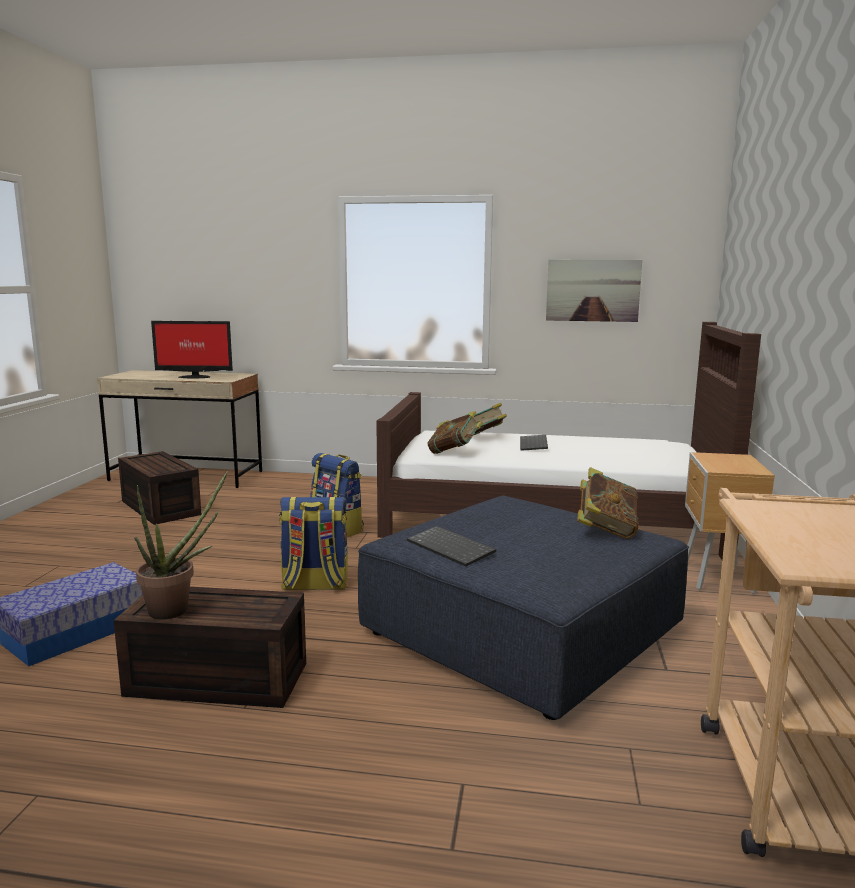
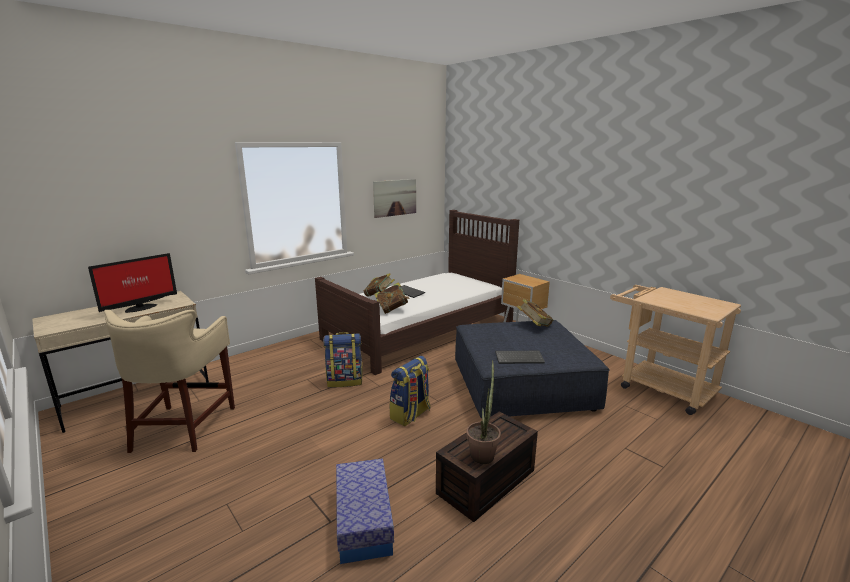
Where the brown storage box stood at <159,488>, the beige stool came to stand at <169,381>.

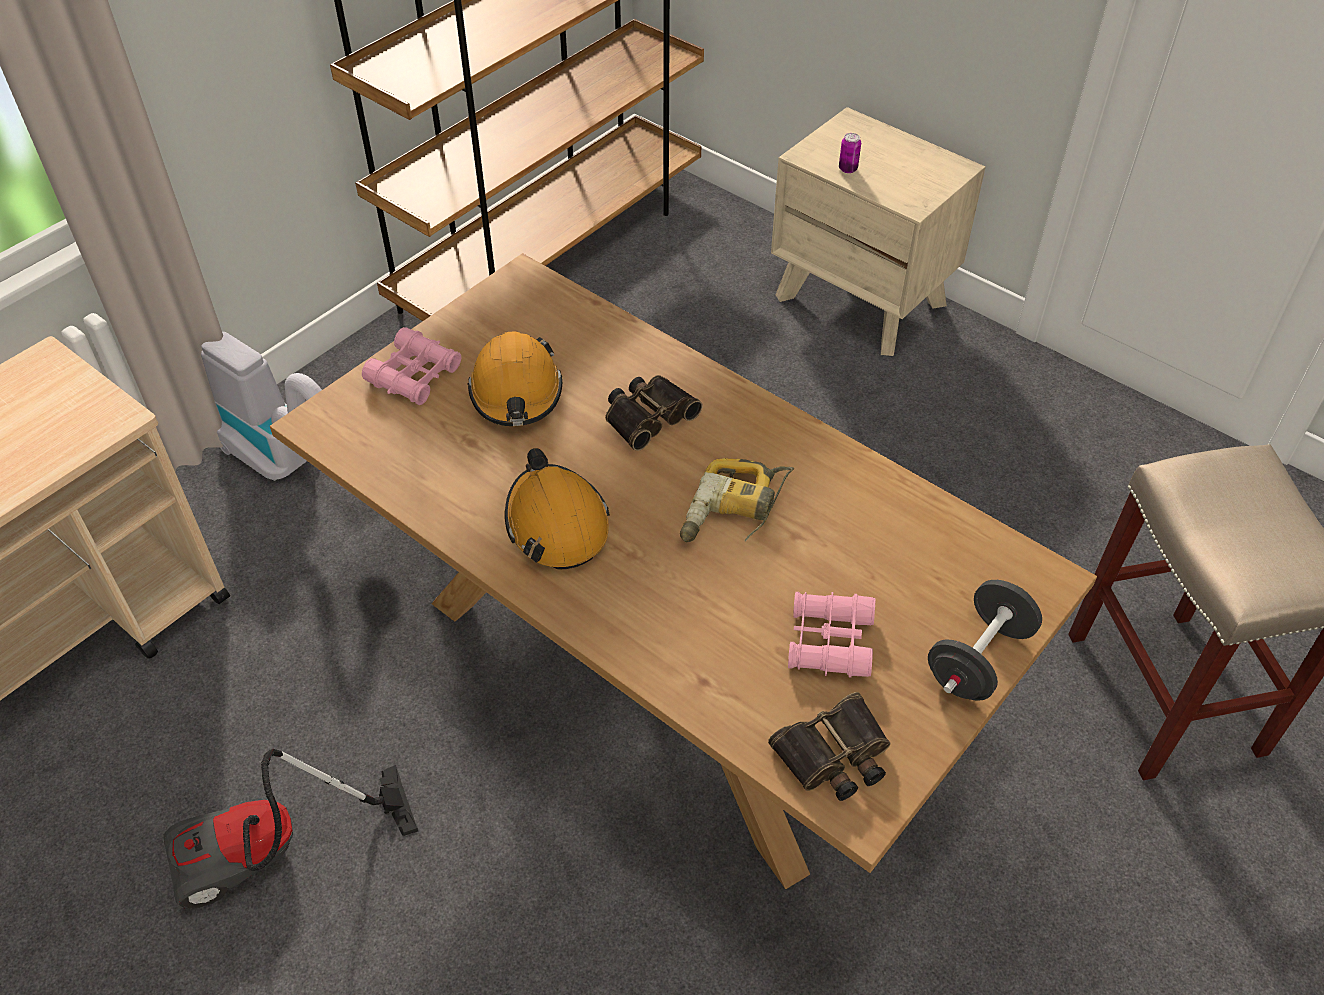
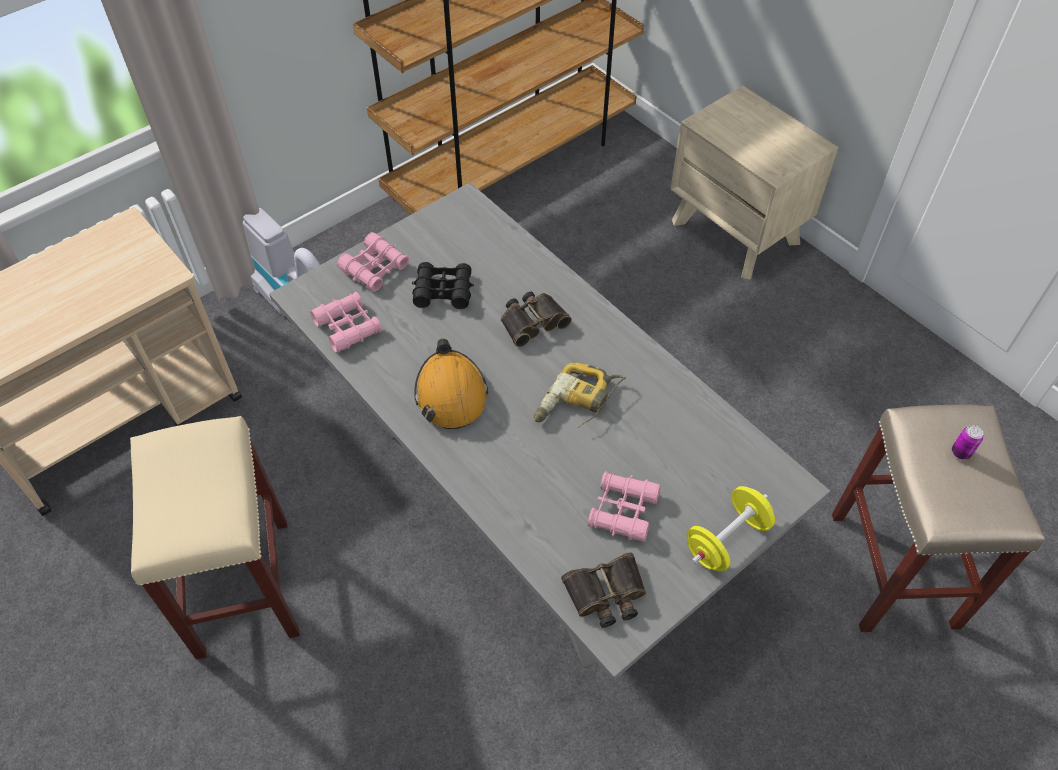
The second view gained the pink binoculars at <346,322>.
The can ended up elsewhere, having gone from <850,153> to <968,442>.
Where the vacuum cleaner stood at <291,828>, the beige stool came to stand at <215,538>.
Where the orange hard hat stood at <515,378>, the black binoculars came to stand at <443,285>.
What was the brown dining table at <683,571> turned into the grey dining table at <549,431>.
What was the black dumbbell at <985,640> turned into the yellow dumbbell at <731,529>.

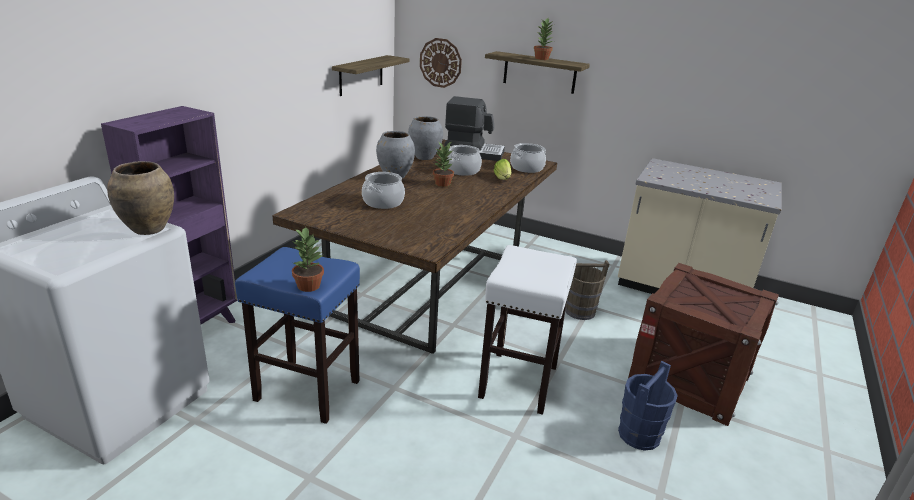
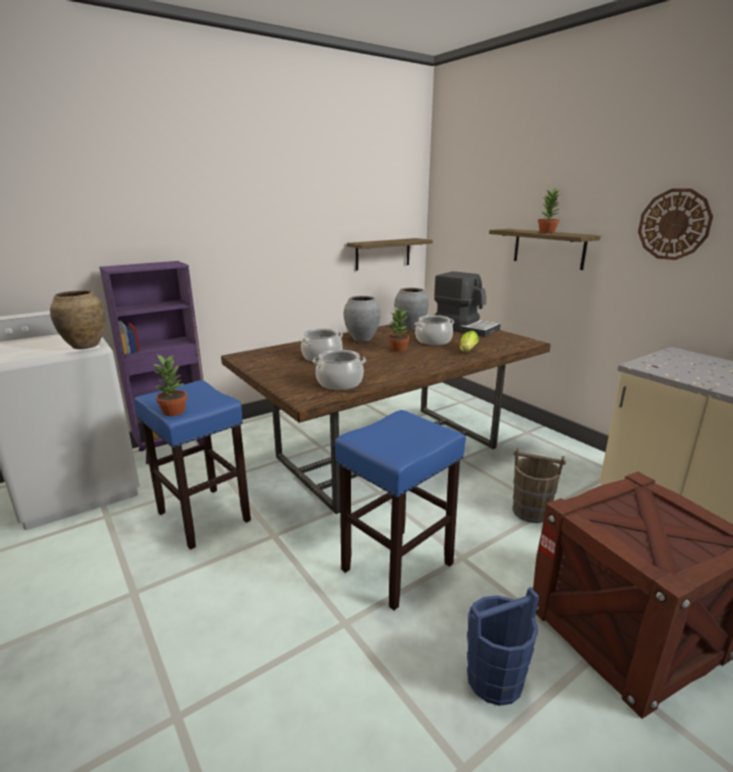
The wall clock ended up elsewhere, having gone from <441,63> to <675,224>.
The cooking pot ended up elsewhere, having gone from <528,158> to <339,370>.
What was the white stool at <527,330> turned into the blue stool at <400,510>.

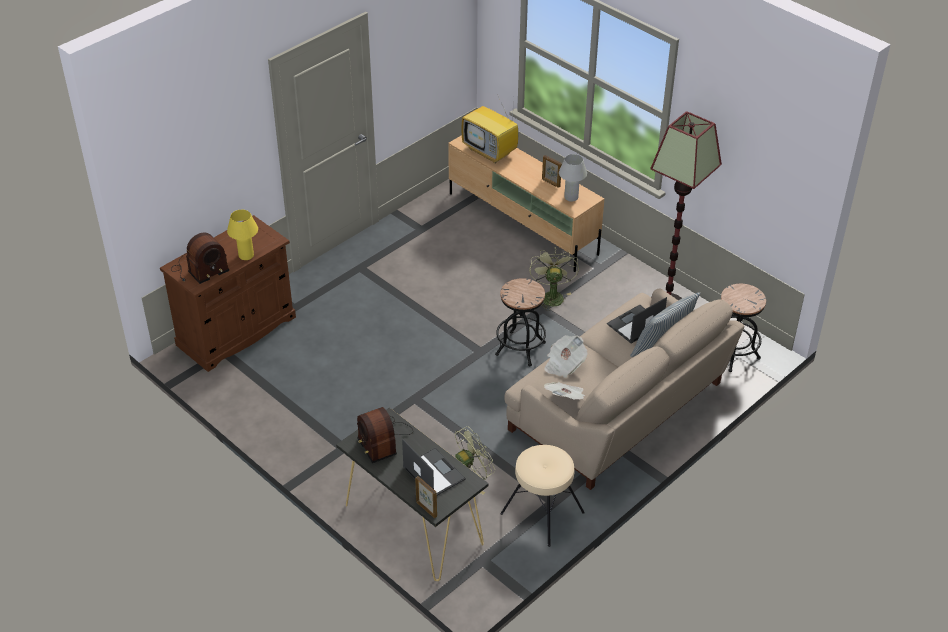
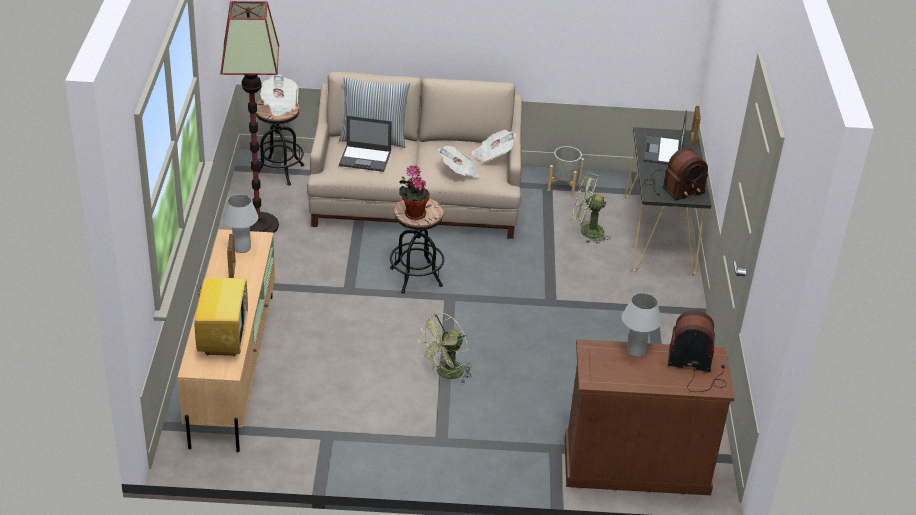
The second view gained the newspaper at <279,95>.
The second view gained the potted plant at <414,193>.
The green fan ended up elsewhere, having gone from <554,279> to <444,348>.
Where the beige stool stood at <542,496>, the grey planter came to stand at <565,171>.
What was the yellow table lamp at <242,235> turned into the white table lamp at <641,325>.
The radio at <385,435> ended up facing another way, 45 degrees clockwise from before.

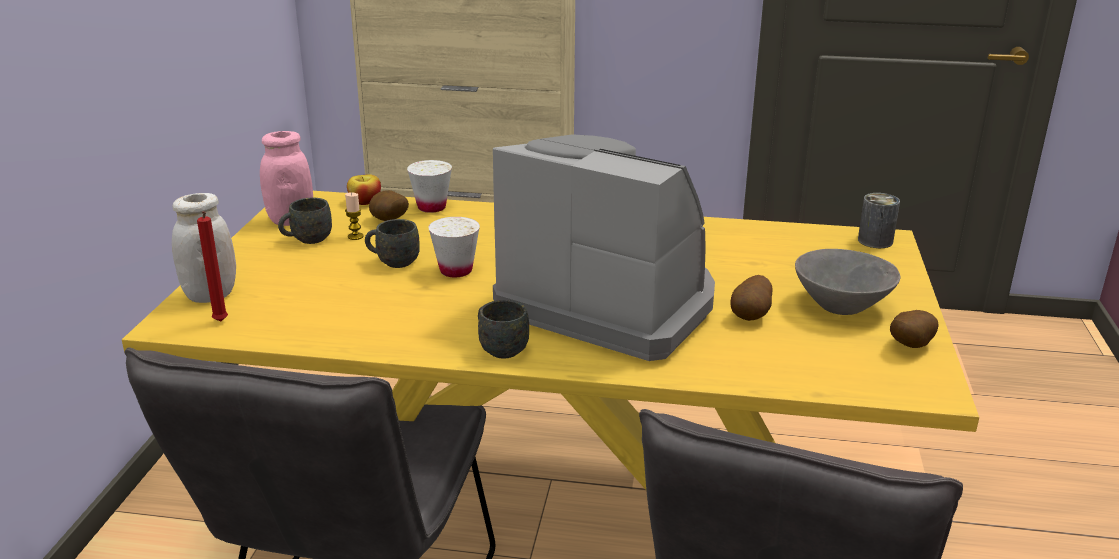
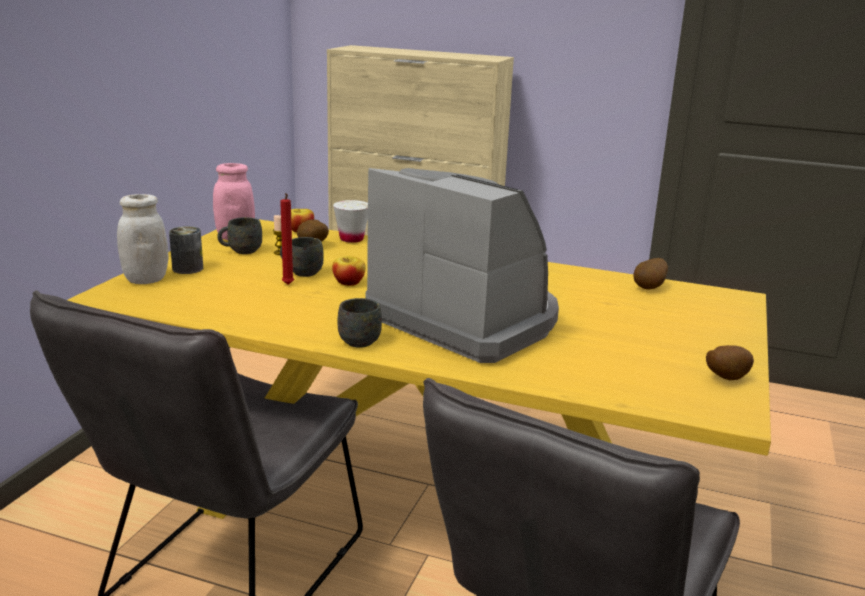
The second view lost the grey bowl at <848,282>.
The red candle ended up elsewhere, having gone from <212,266> to <287,239>.
The potato ended up elsewhere, having gone from <751,298> to <651,274>.
The can ended up elsewhere, having gone from <879,220> to <186,250>.
Where the white cup stood at <454,247>, the apple came to stand at <349,271>.

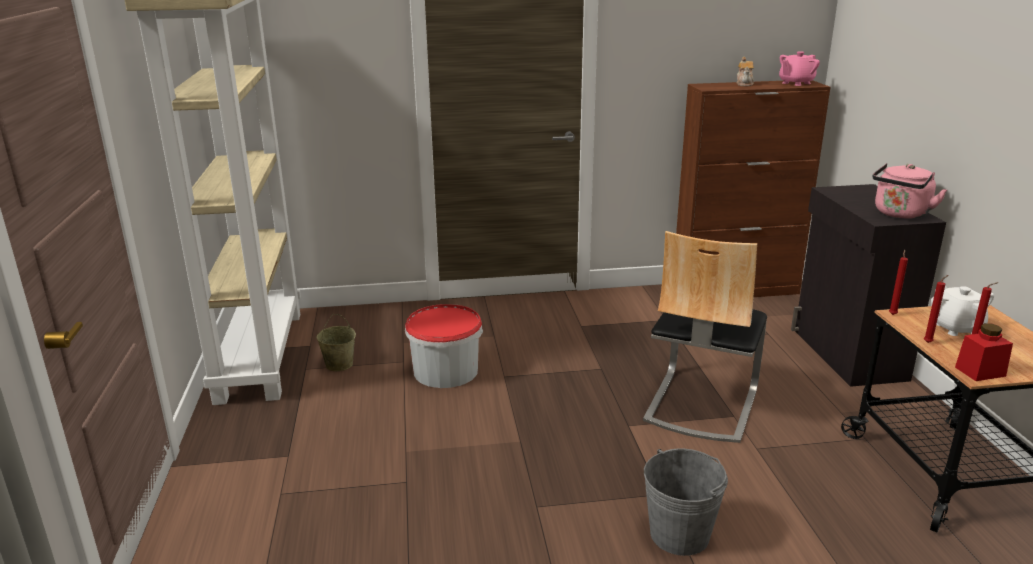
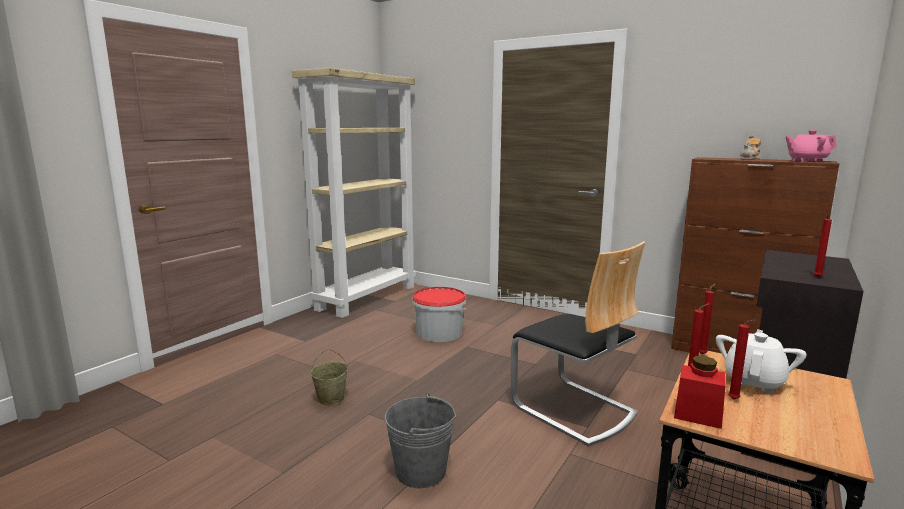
The beige bucket ended up elsewhere, having gone from <336,342> to <329,377>.
Where the pink kettle stood at <909,191>, the red candle came to stand at <823,245>.
The chair at <705,337> ended up facing another way, 105 degrees counterclockwise from before.

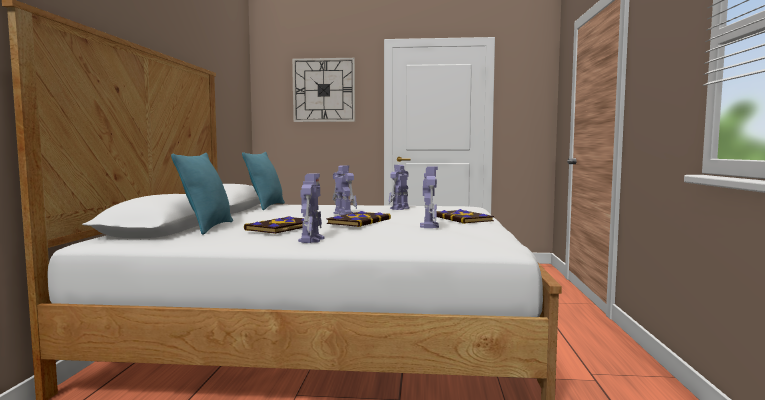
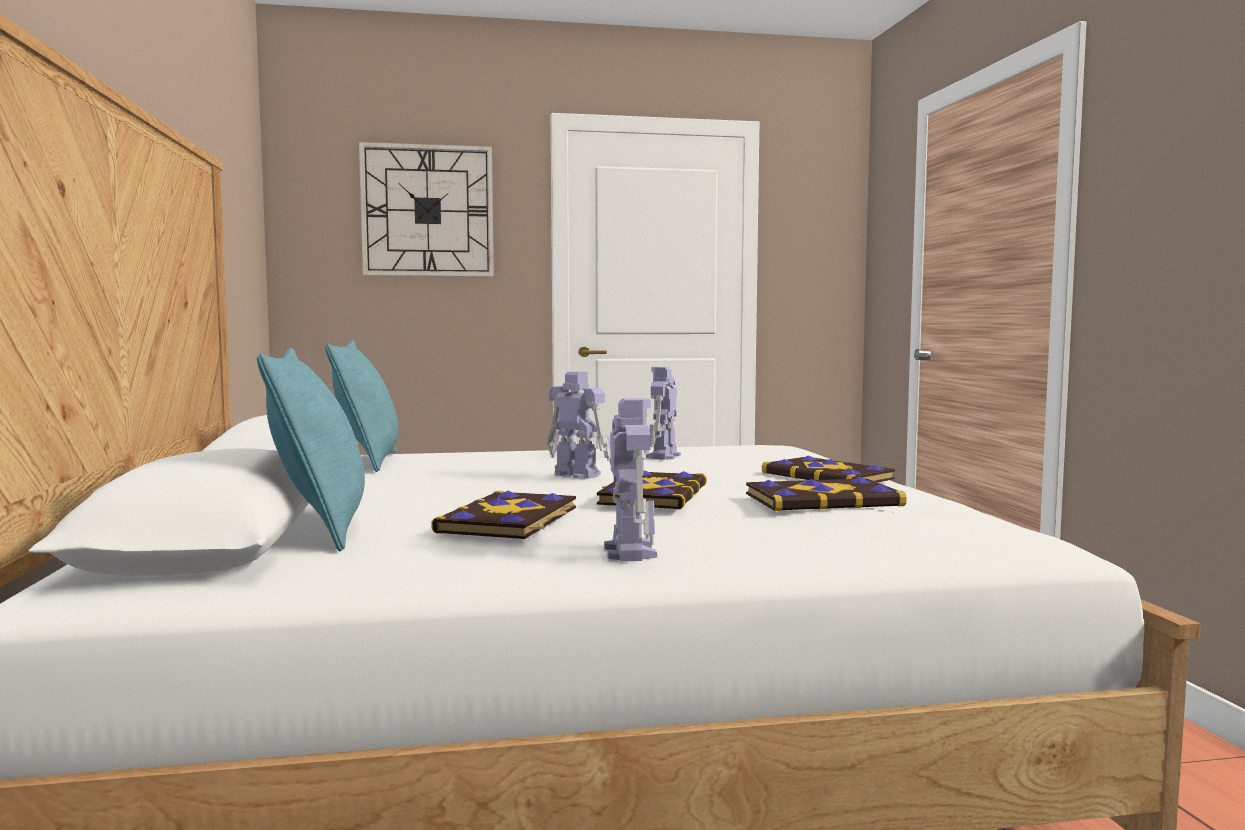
Where the toy robot stood at <429,197>, the book came to stand at <826,494>.

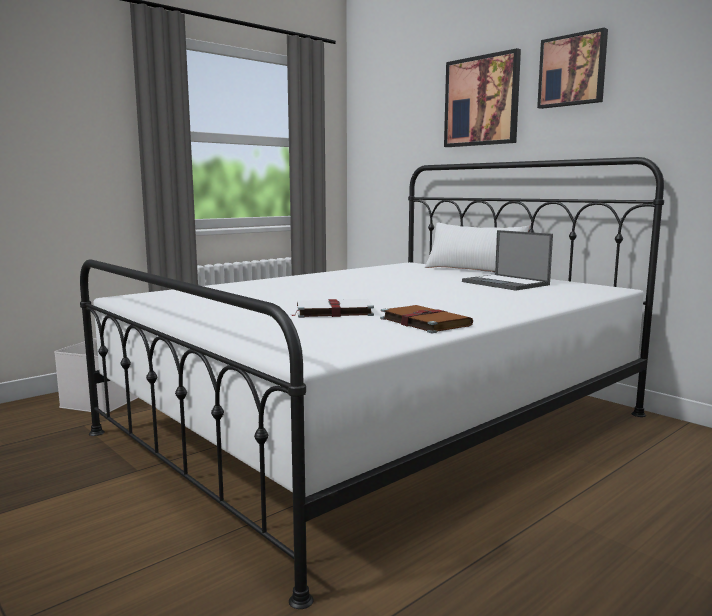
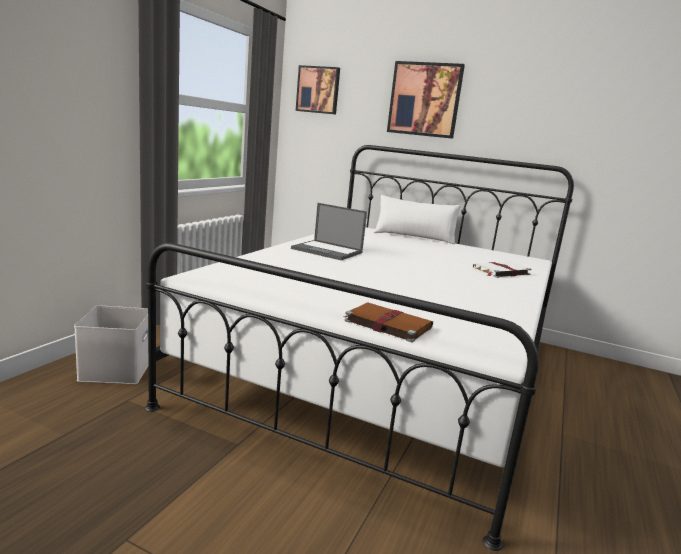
The white book ended up elsewhere, having gone from <333,308> to <502,270>.
The brown book ended up elsewhere, having gone from <426,319> to <388,322>.
The laptop ended up elsewhere, having gone from <507,260> to <329,231>.
The picture ended up elsewhere, having gone from <572,68> to <318,89>.

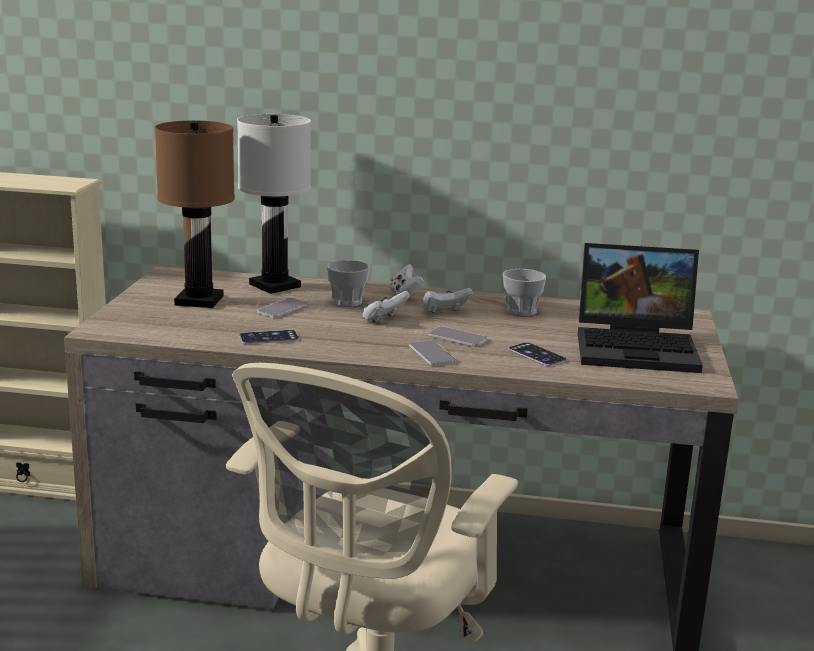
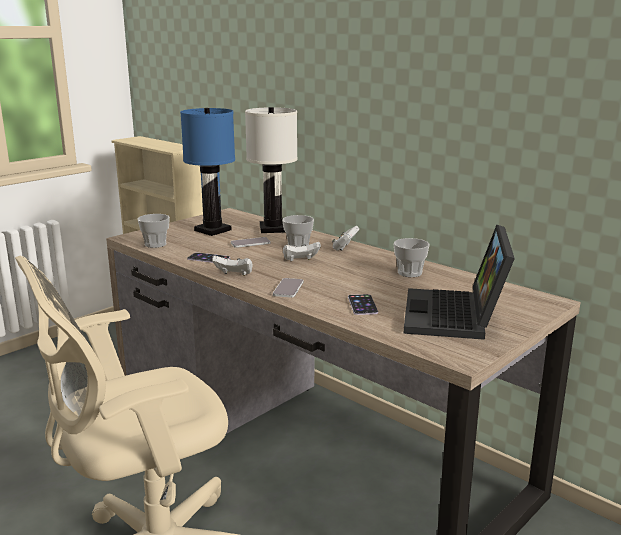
The second view lost the phone at <458,336>.
The second view gained the cup at <153,231>.
The white game controller ended up elsewhere, having gone from <447,300> to <232,265>.
What was the brown table lamp at <195,214> turned into the blue table lamp at <207,172>.
The laptop at <640,308> ended up facing another way, 60 degrees clockwise from before.

